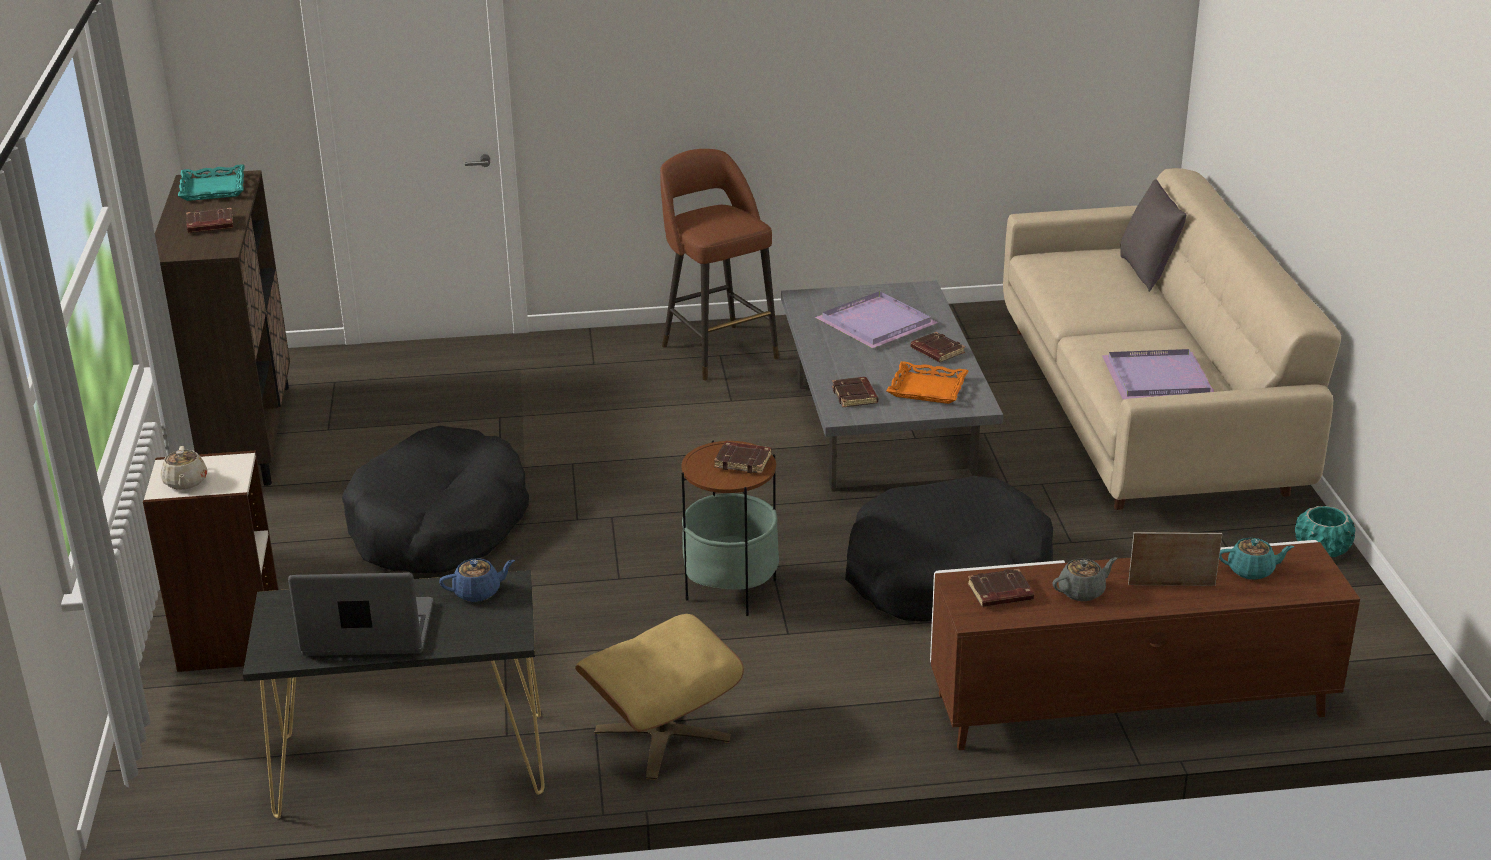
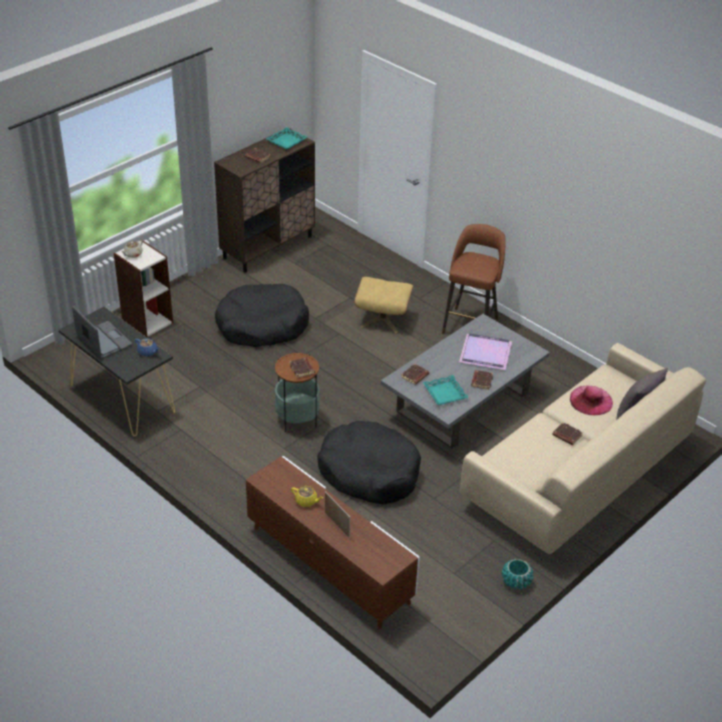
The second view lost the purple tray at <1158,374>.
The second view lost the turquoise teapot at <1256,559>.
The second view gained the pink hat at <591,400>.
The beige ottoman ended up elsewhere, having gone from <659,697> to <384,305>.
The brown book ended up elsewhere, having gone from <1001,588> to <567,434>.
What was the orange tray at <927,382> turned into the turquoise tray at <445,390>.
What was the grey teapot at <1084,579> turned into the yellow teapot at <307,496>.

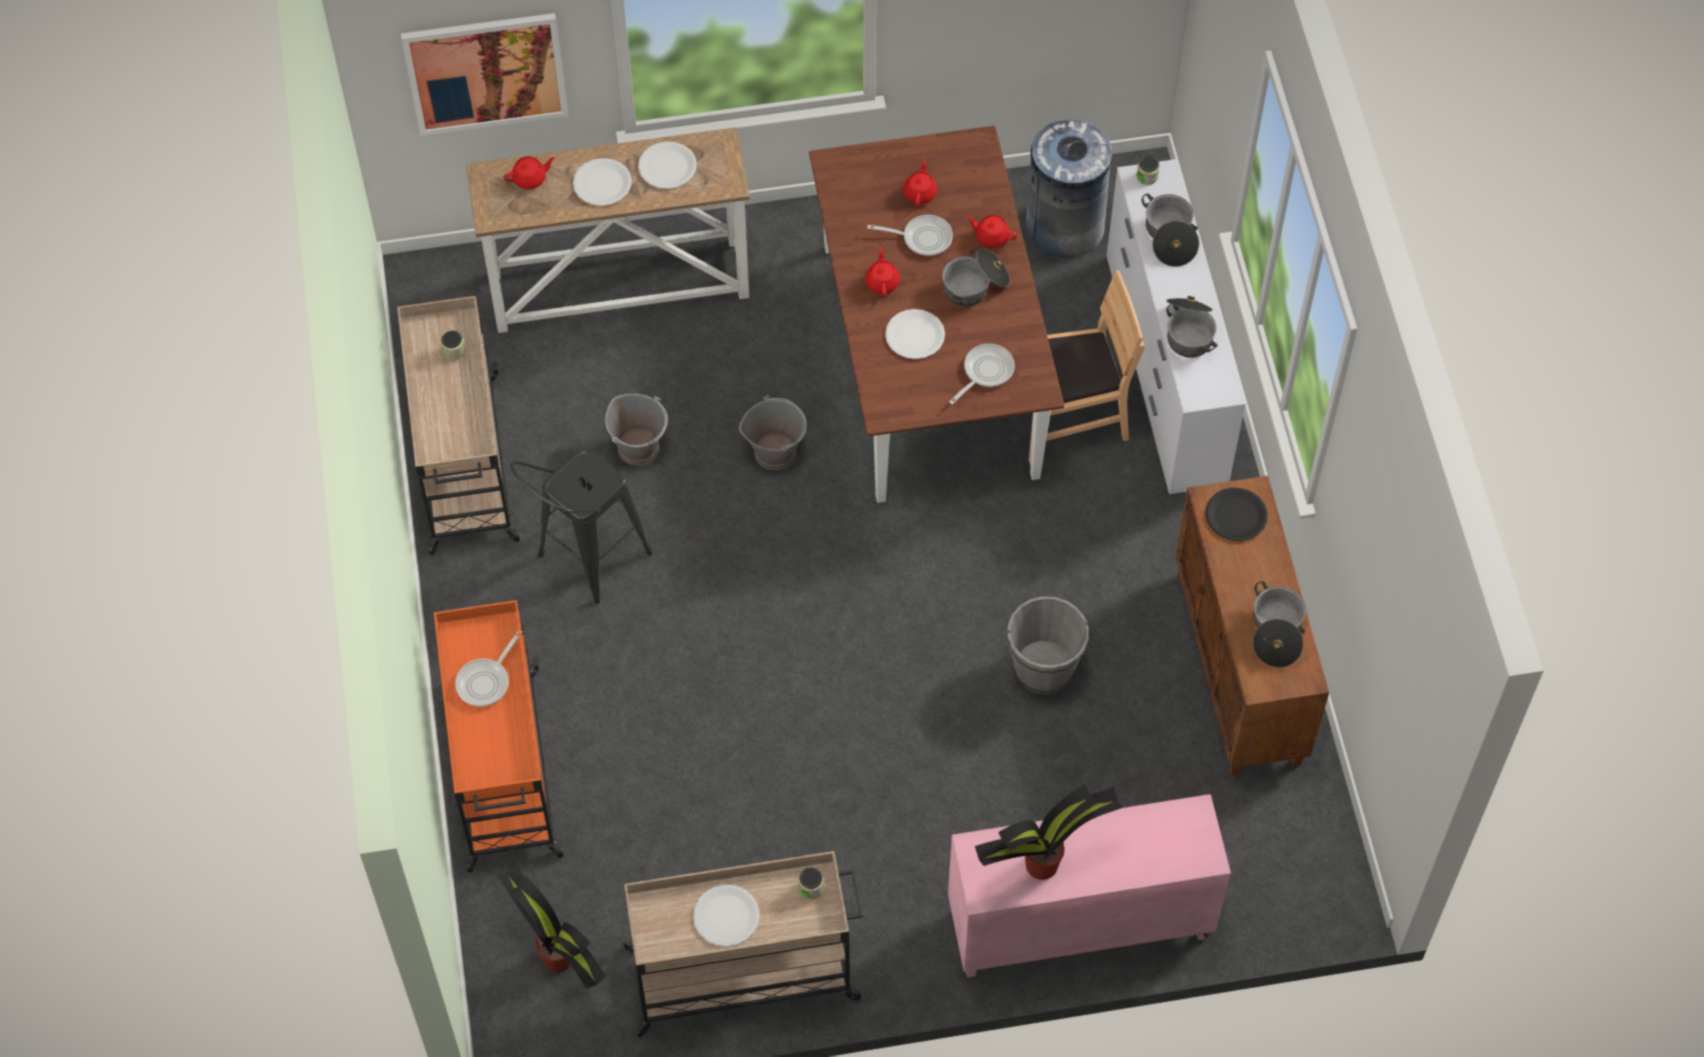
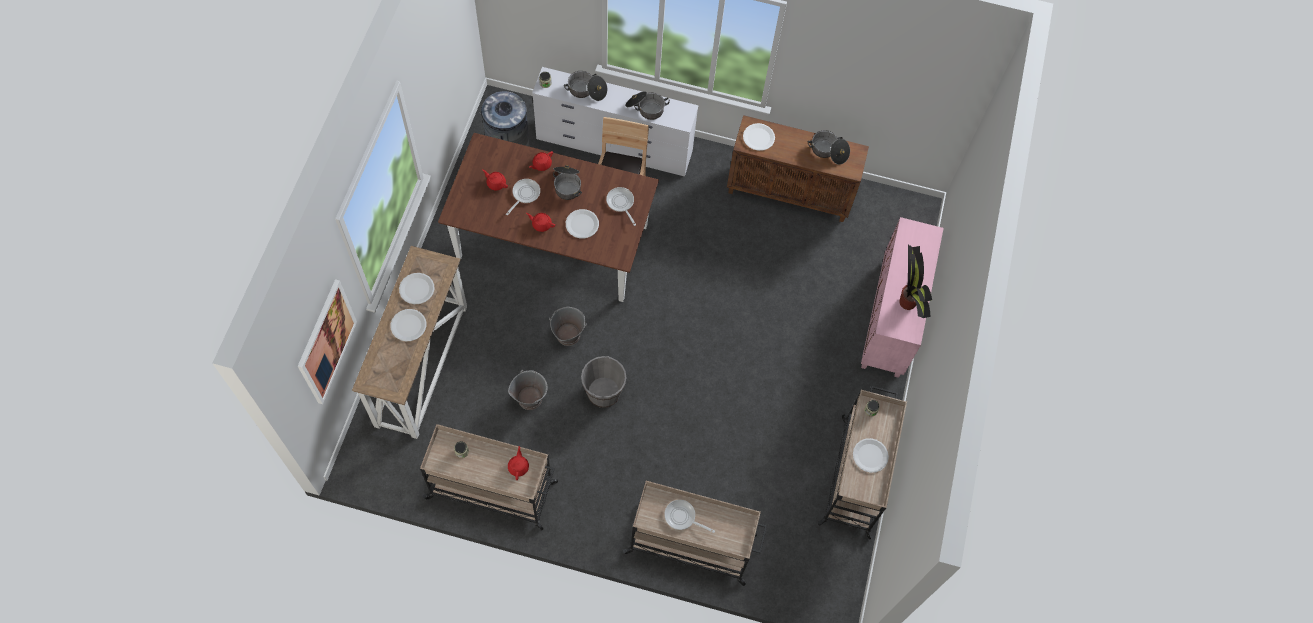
The second view lost the potted plant at <551,927>.
The second view lost the black stool at <581,525>.
The red teapot ended up elsewhere, having gone from <529,172> to <518,463>.
The grey bucket ended up elsewhere, having gone from <1048,645> to <604,382>.
What was the orange cart at <498,736> turned into the beige cart at <695,533>.
What was the black plate at <1237,514> turned into the white plate at <759,137>.
The frying pan at <489,669> ended up facing another way, 150 degrees clockwise from before.

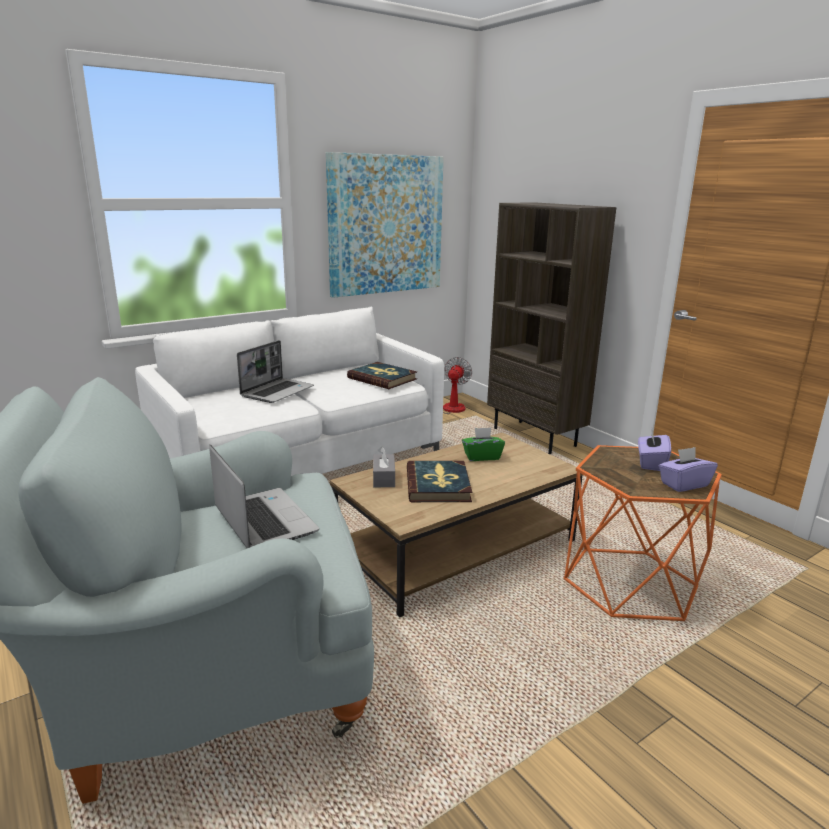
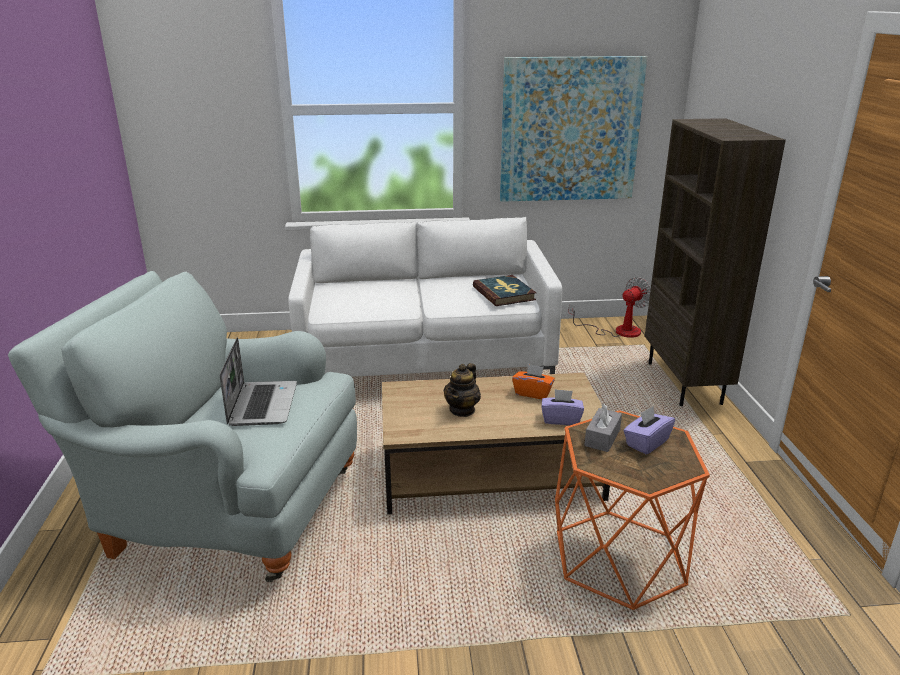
The second view lost the laptop at <275,371>.
The grey tissue box ended up elsewhere, having gone from <384,467> to <603,428>.
The purple tissue box ended up elsewhere, having gone from <688,469> to <562,407>.
Where the book stood at <439,481>, the teapot came to stand at <462,390>.
What was the green tissue box at <483,444> turned into the orange tissue box at <533,381>.

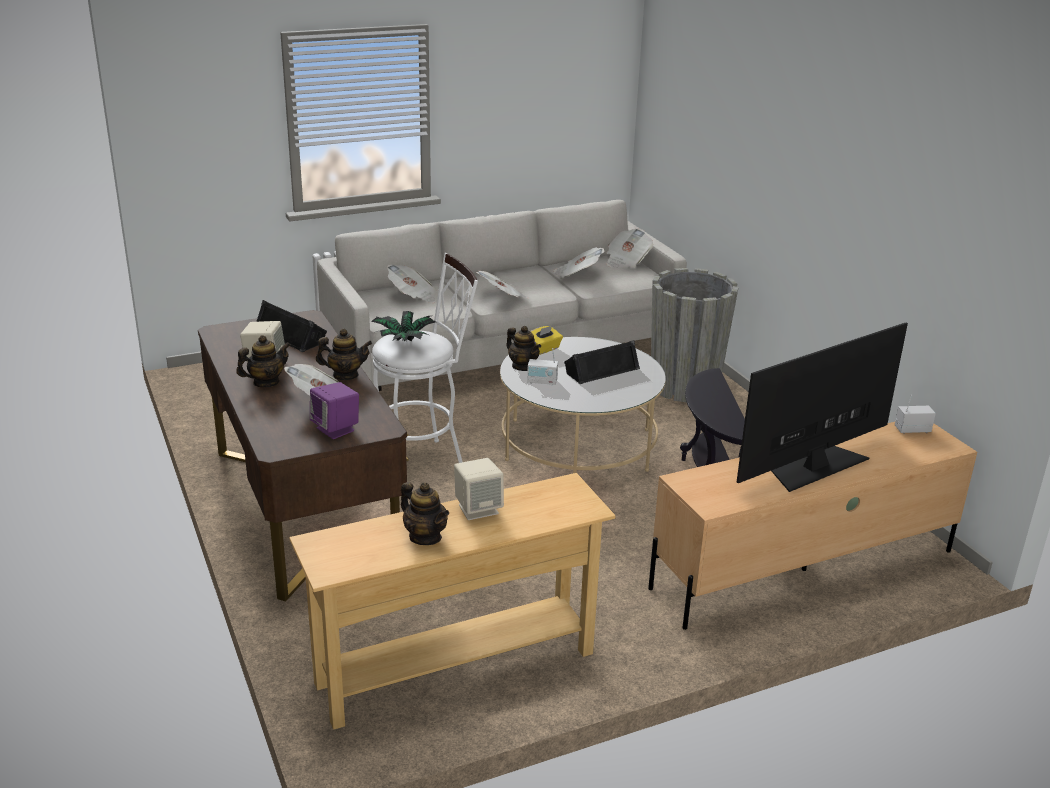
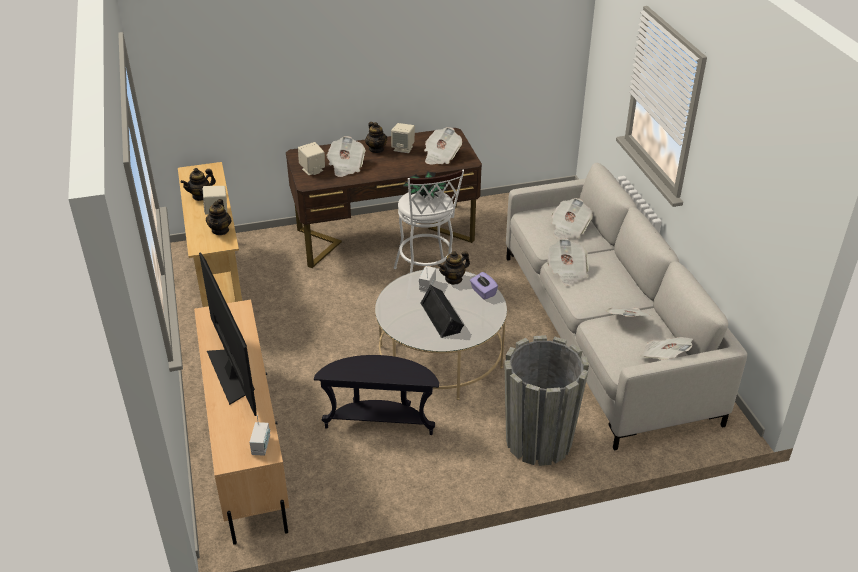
The teapot ended up elsewhere, having gone from <344,354> to <218,217>.
Where the black speaker stood at <291,326>, the newspaper came to stand at <443,146>.
What was the purple speaker at <334,410> turned into the beige speaker at <311,158>.
What was the yellow tissue box at <546,340> turned into the purple tissue box at <484,286>.

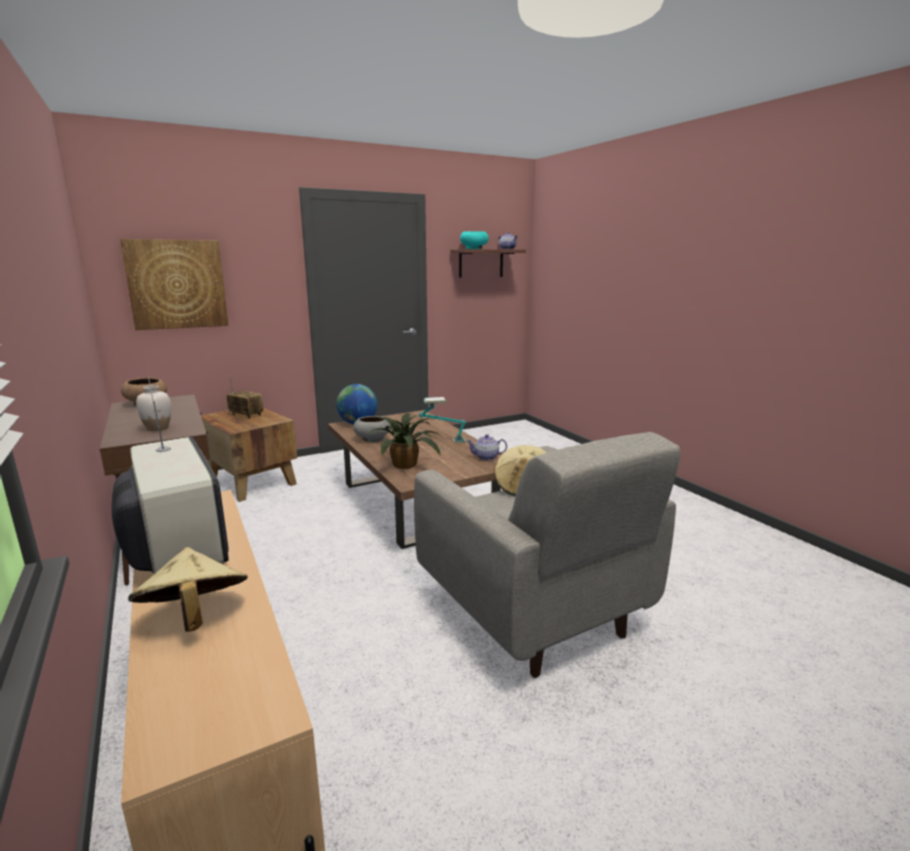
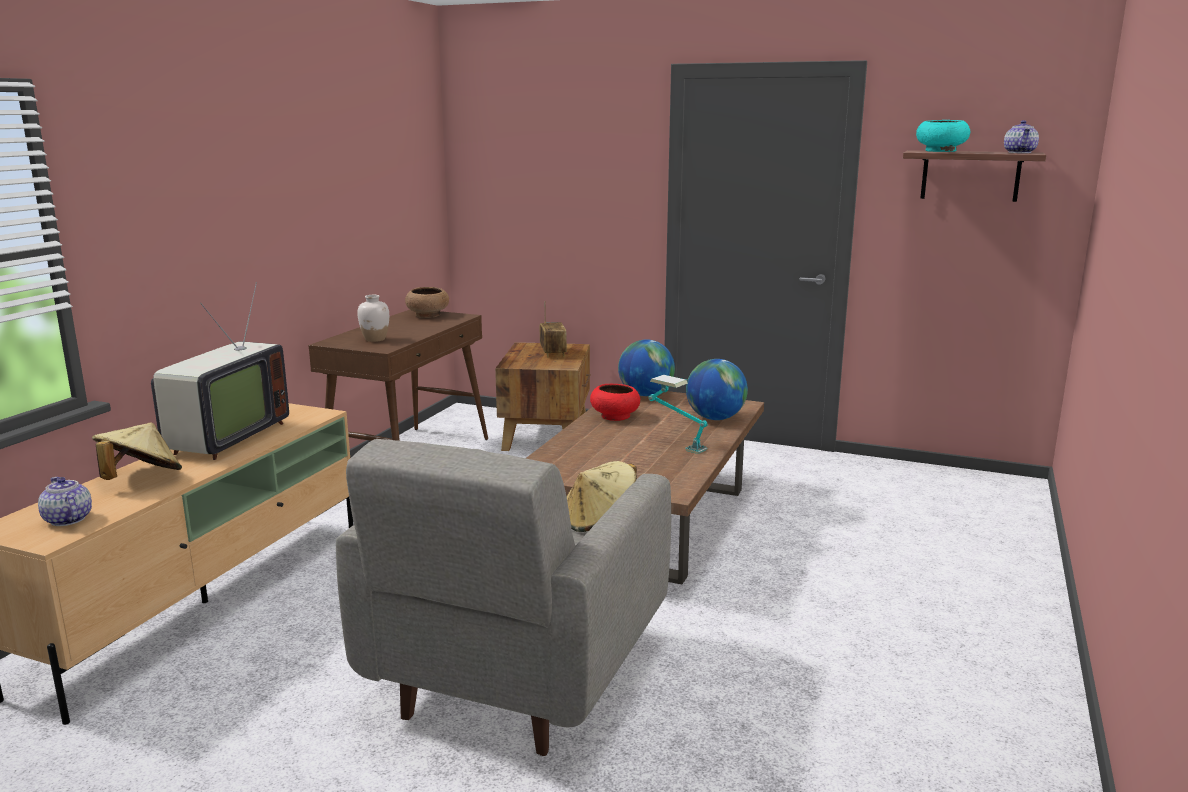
The second view lost the picture at <174,284>.
The second view lost the potted plant at <404,441>.
The second view gained the globe at <717,389>.
The teapot ended up elsewhere, having gone from <486,447> to <65,501>.
What was the grey bowl at <372,429> turned into the red bowl at <615,402>.

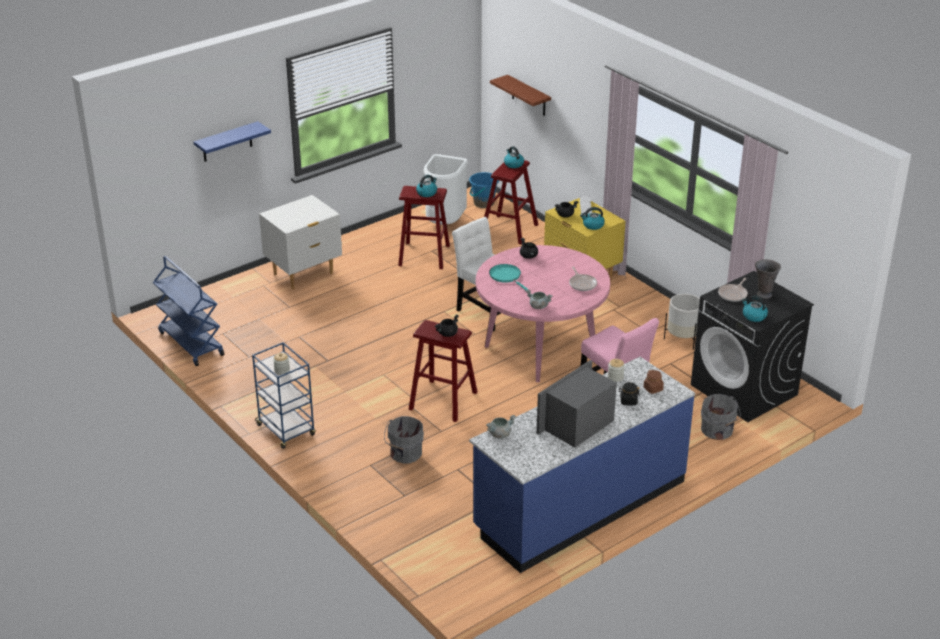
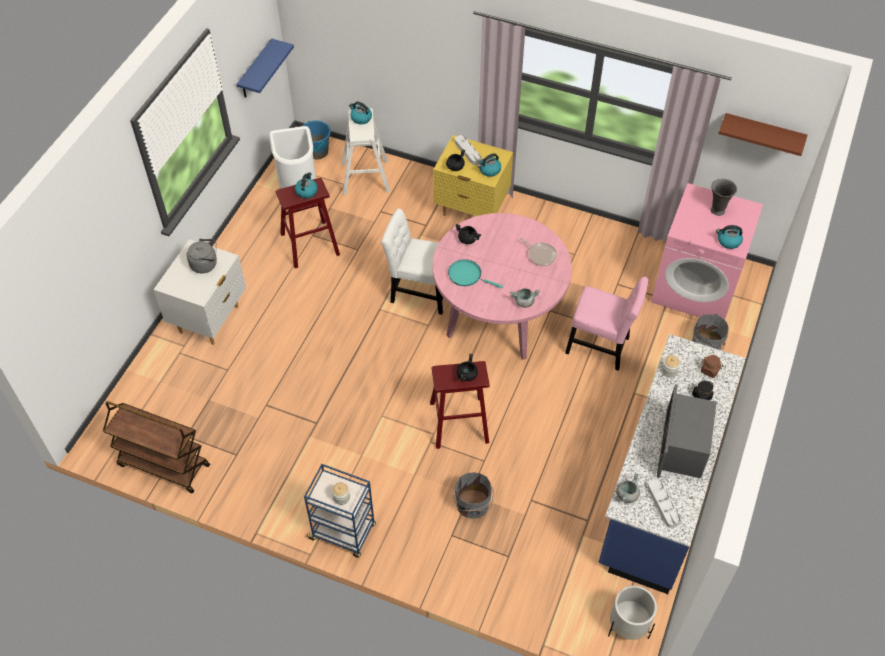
The second view lost the frying pan at <733,290>.
The second view gained the grey kettle at <202,255>.
The second view gained the grey tray at <664,503>.
The blue shelf ended up elsewhere, having gone from <232,141> to <265,68>.
The brown shelf ended up elsewhere, having gone from <520,95> to <763,134>.
The white planter ended up elsewhere, having gone from <682,322> to <632,612>.
What was the blue cart at <188,311> turned into the brown cart at <156,447>.
What was the red stool at <511,202> turned into the white stool at <366,151>.
What was the black washing machine at <752,346> turned into the pink washing machine at <707,251>.

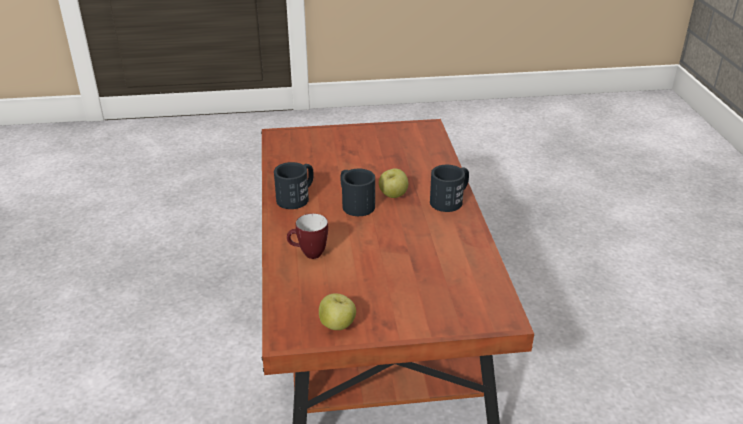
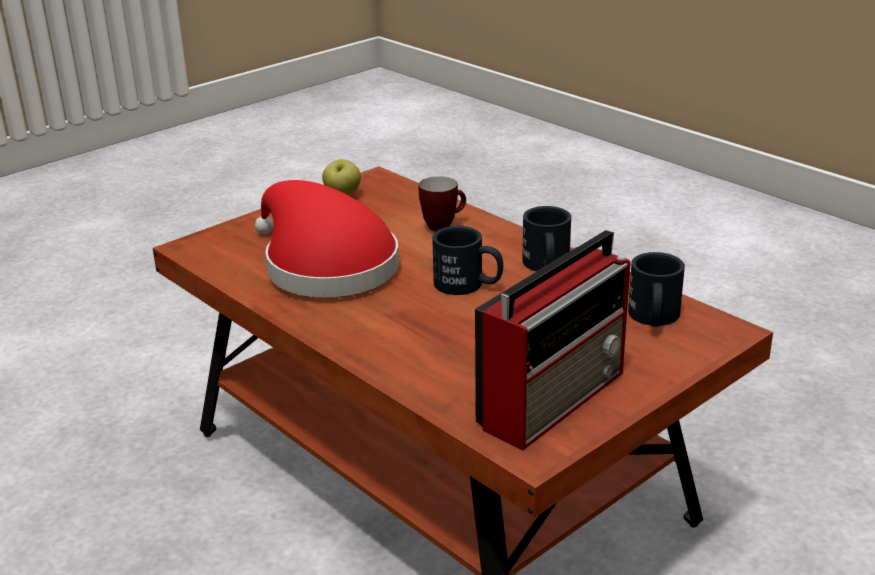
The second view lost the apple at <393,183>.
The second view gained the red hat at <327,238>.
The second view gained the radio at <553,340>.
The black mug ended up elsewhere, having gone from <449,188> to <656,289>.

